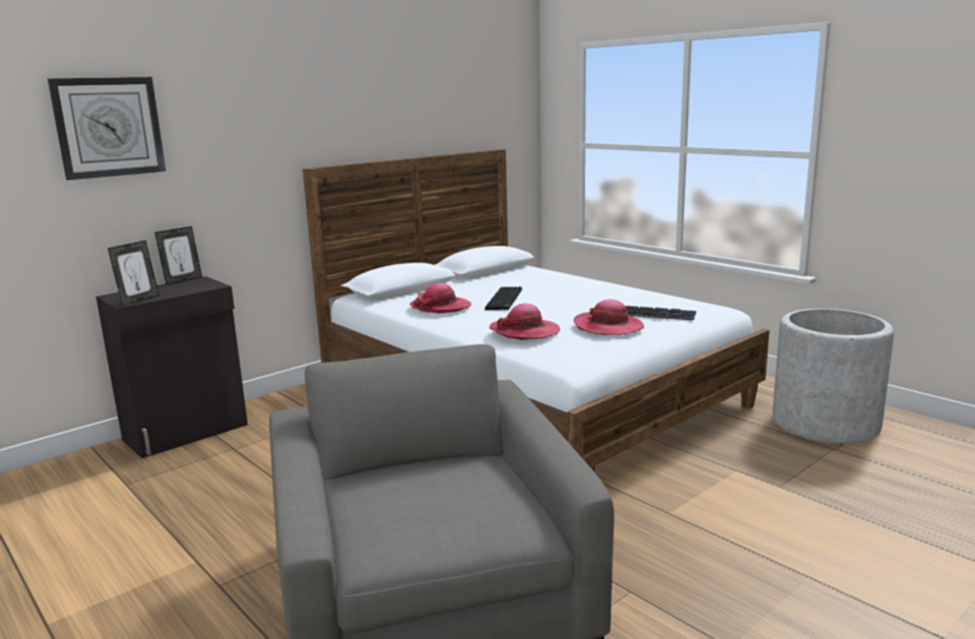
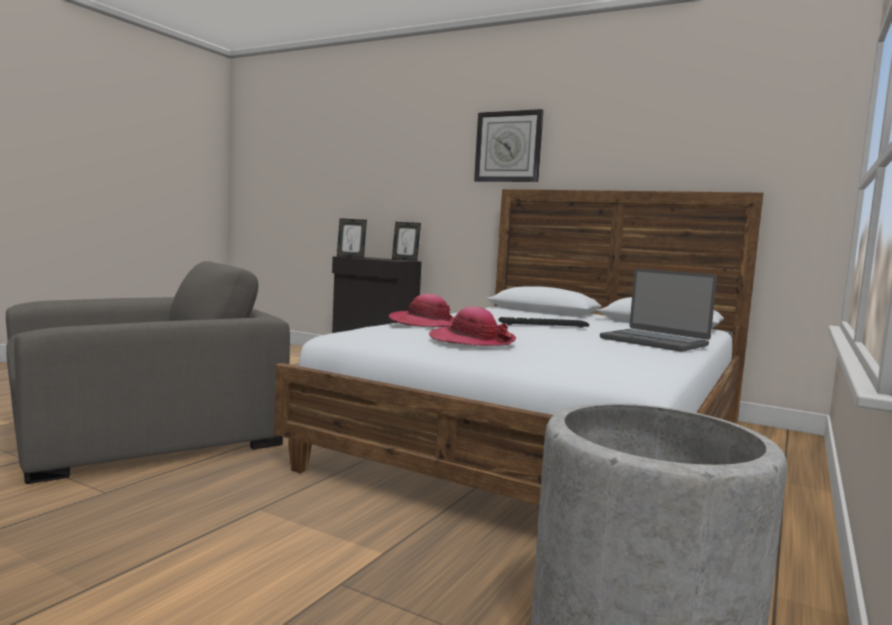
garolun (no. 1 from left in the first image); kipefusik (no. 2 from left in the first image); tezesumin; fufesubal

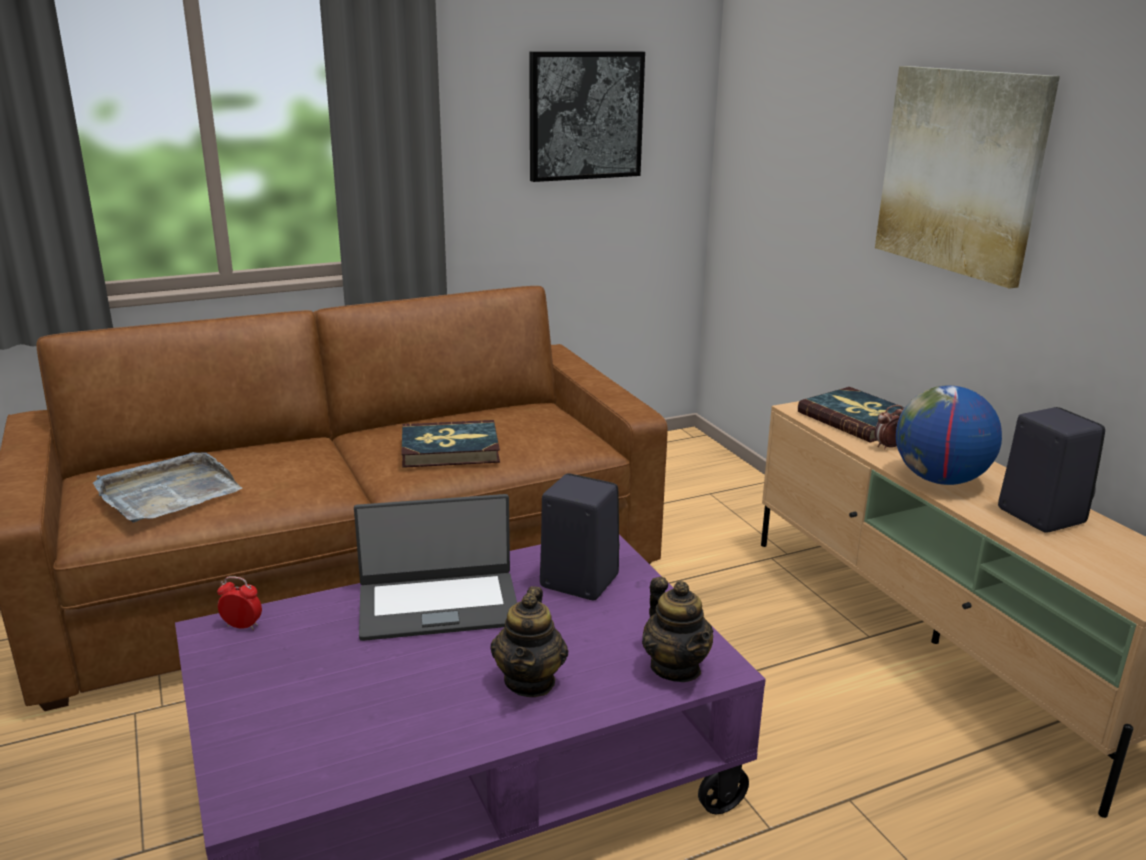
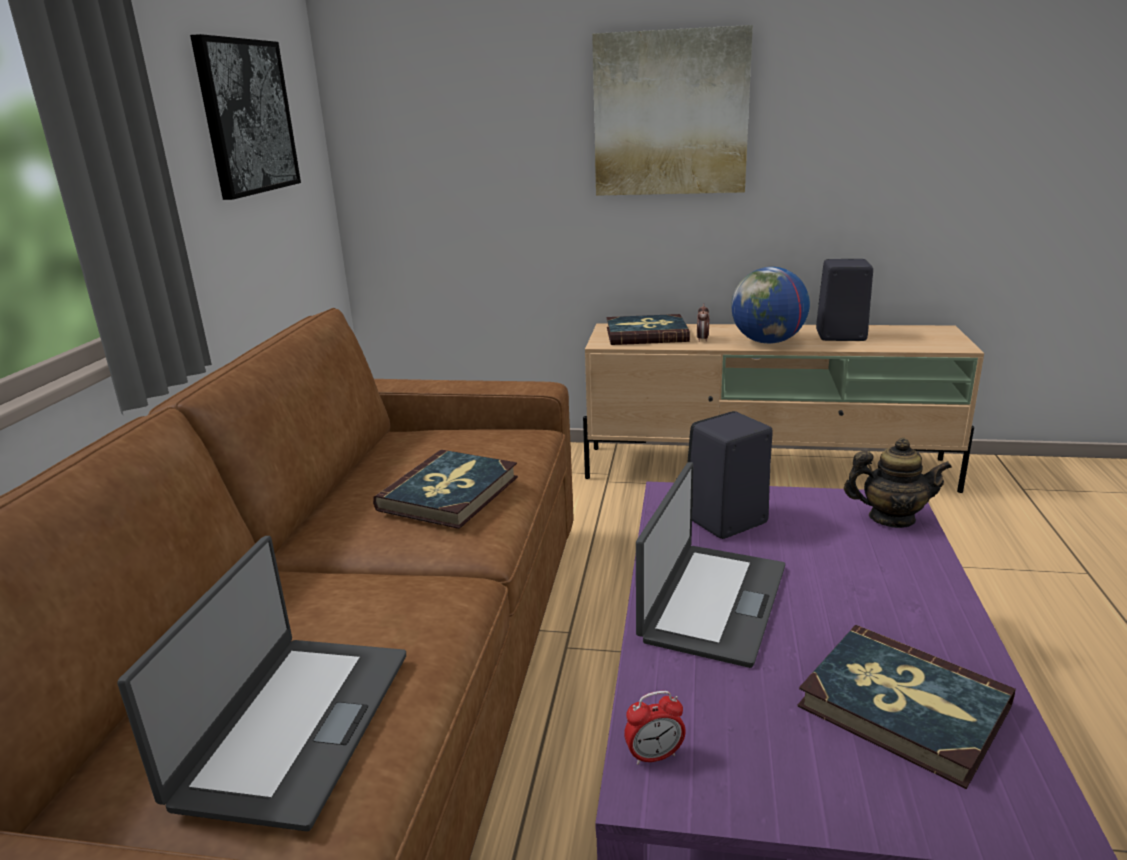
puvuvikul (no. 1 from left in the first image); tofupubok (no. 3 from left); tezesumin (no. 1 from left); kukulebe (no. 1 from left)

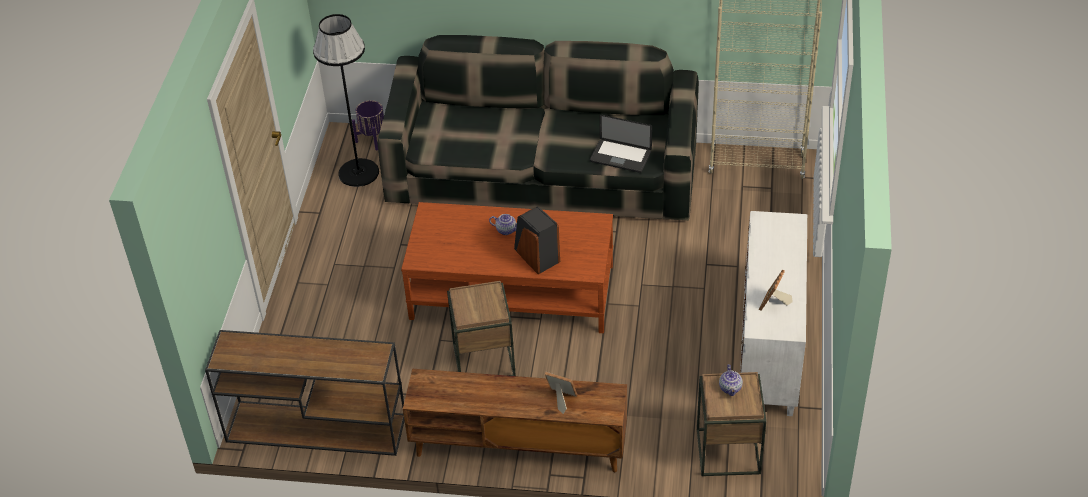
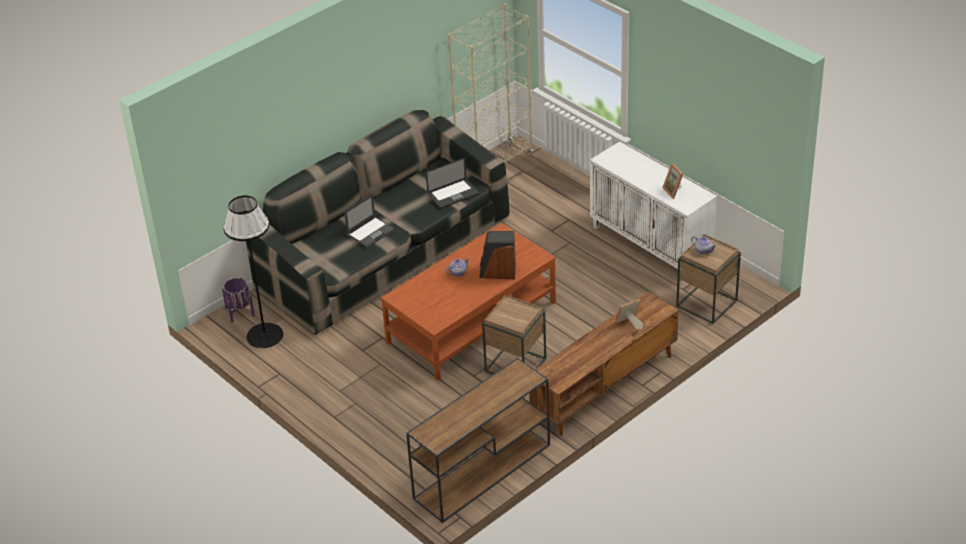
tezesumin (no. 1 from left)

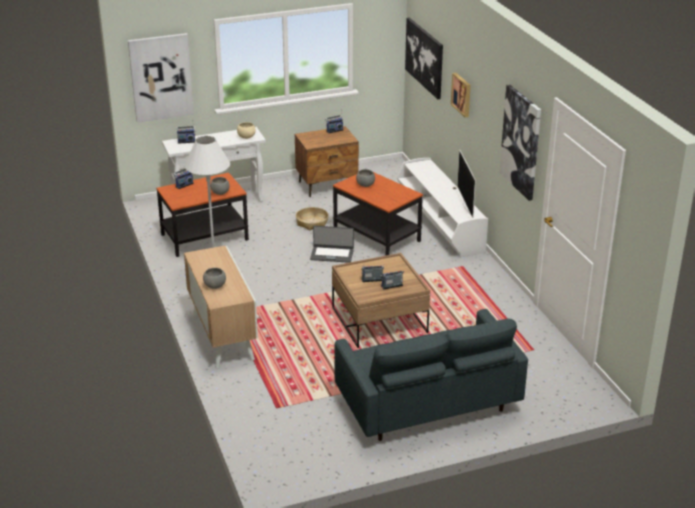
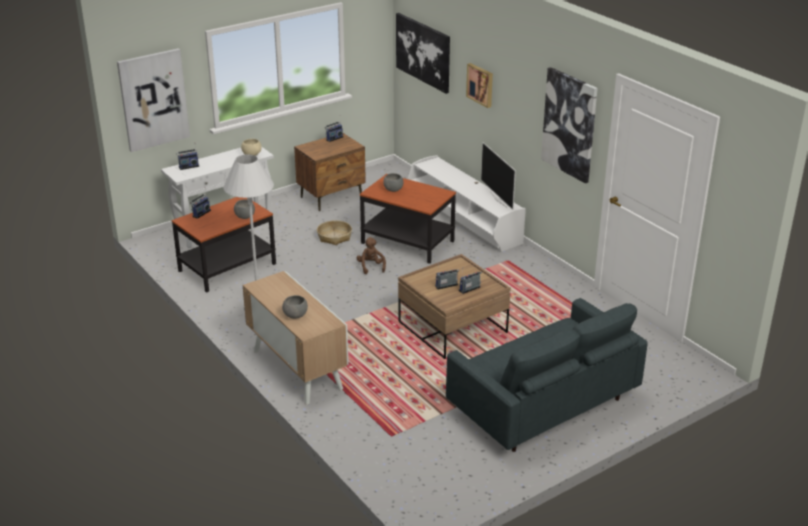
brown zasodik

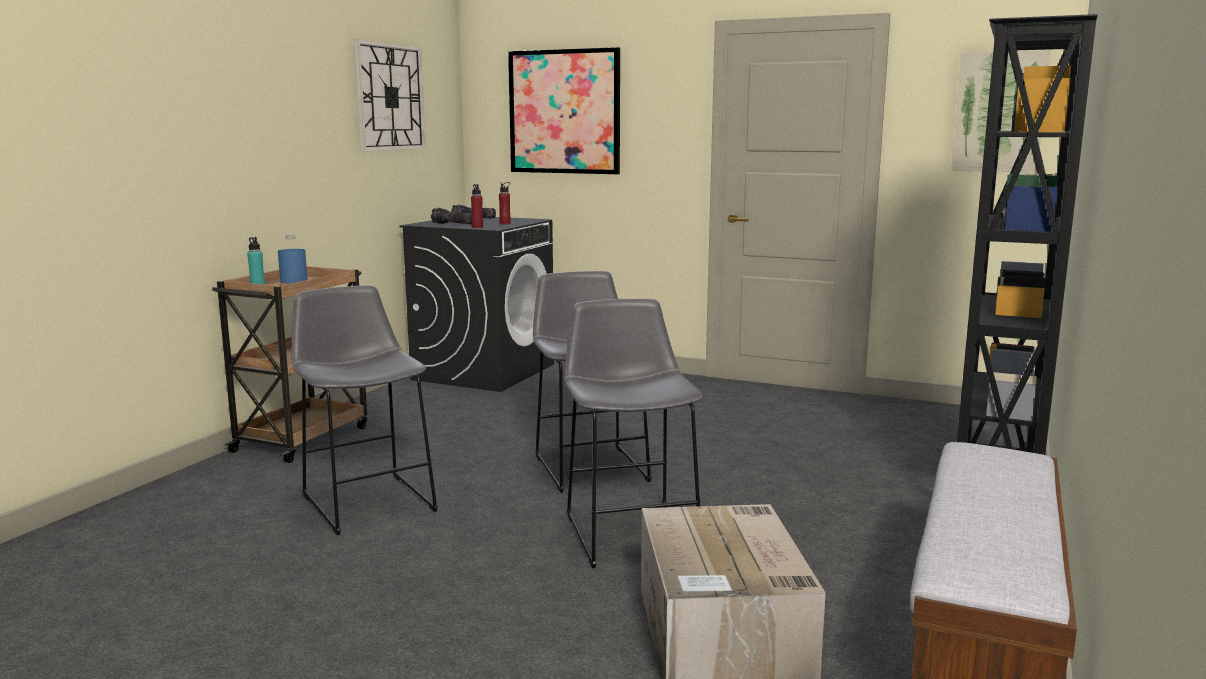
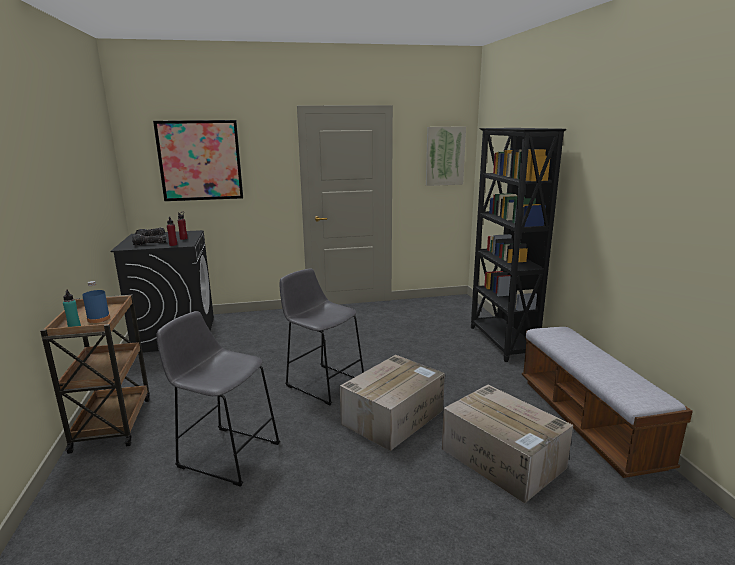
fufesubal; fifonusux (no. 1 from left)

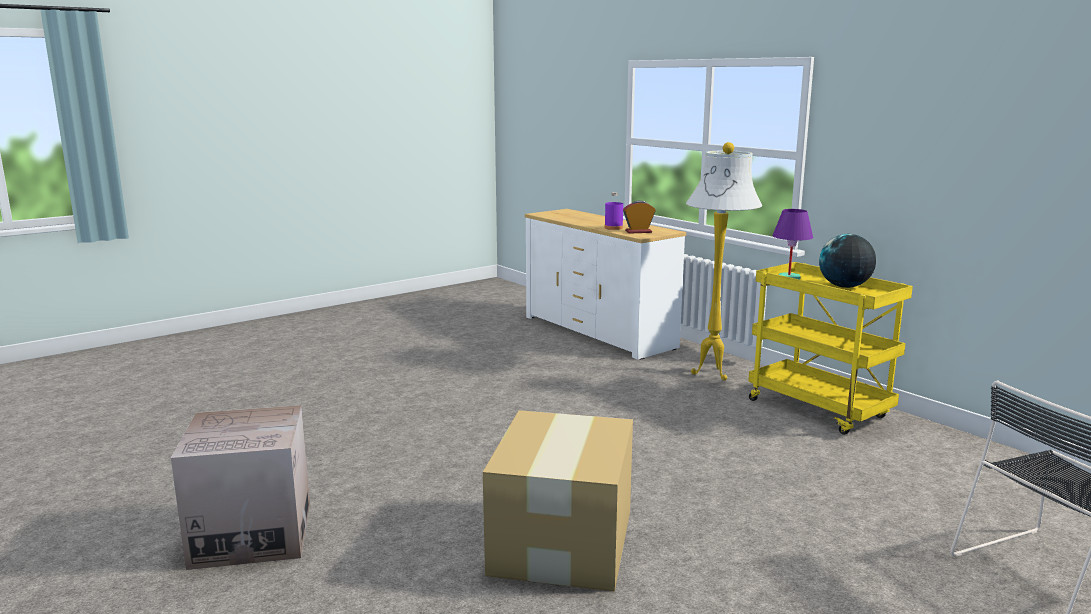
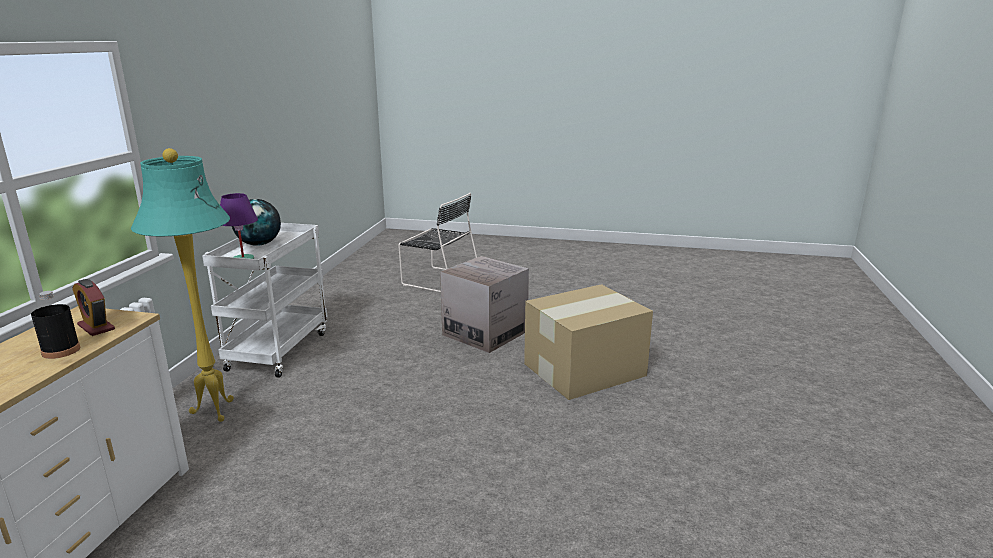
fifonusux (no. 1 from left); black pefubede; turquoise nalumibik; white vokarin

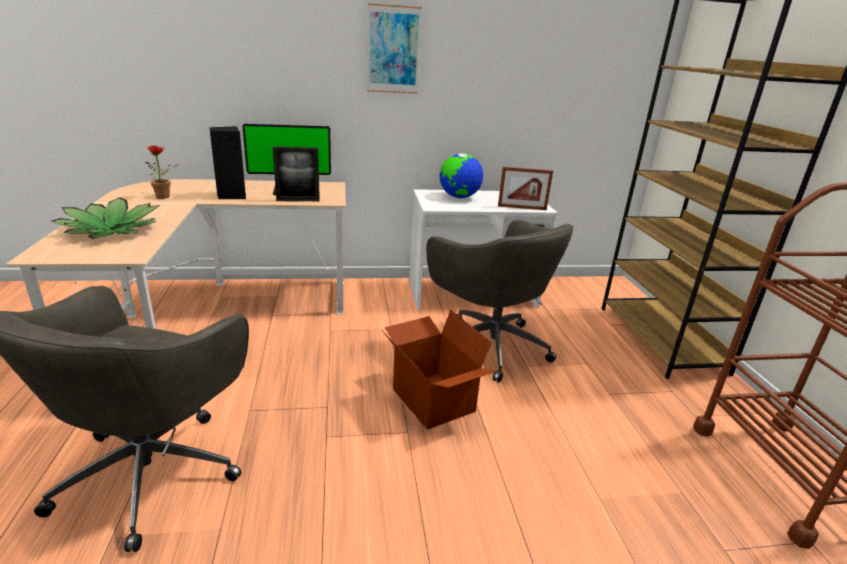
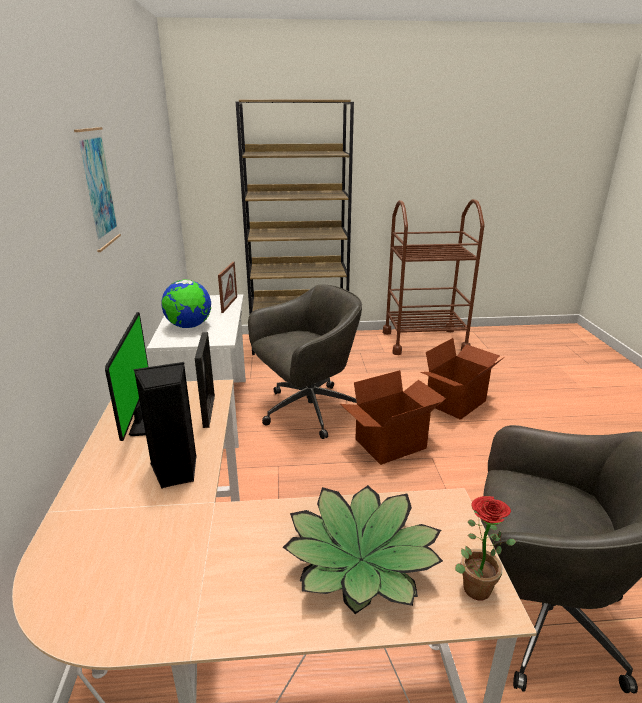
fifonusux (no. 2 from left); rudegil (no. 2 from left)

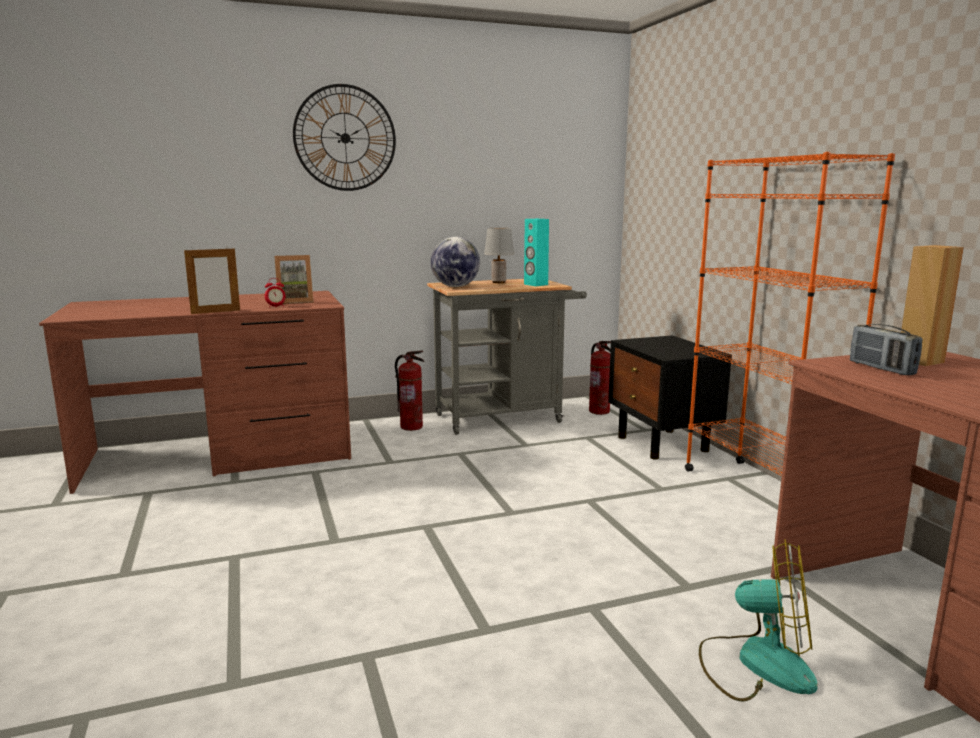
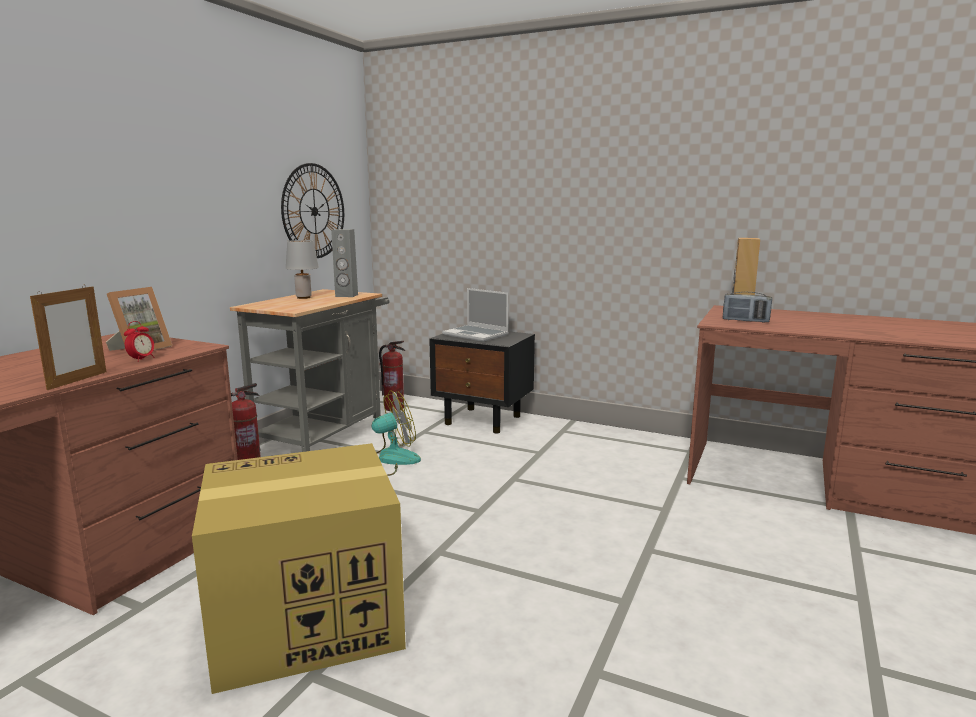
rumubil; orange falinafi; fifonusux; tezesumin; fufesubal; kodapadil; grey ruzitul

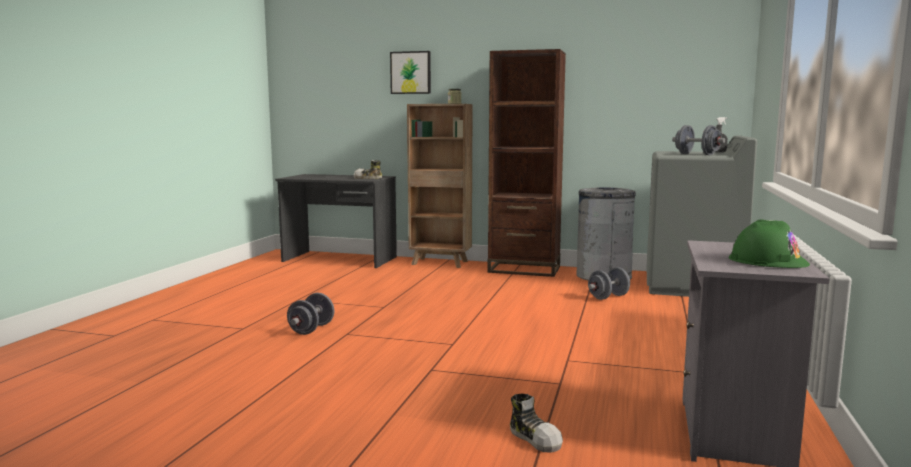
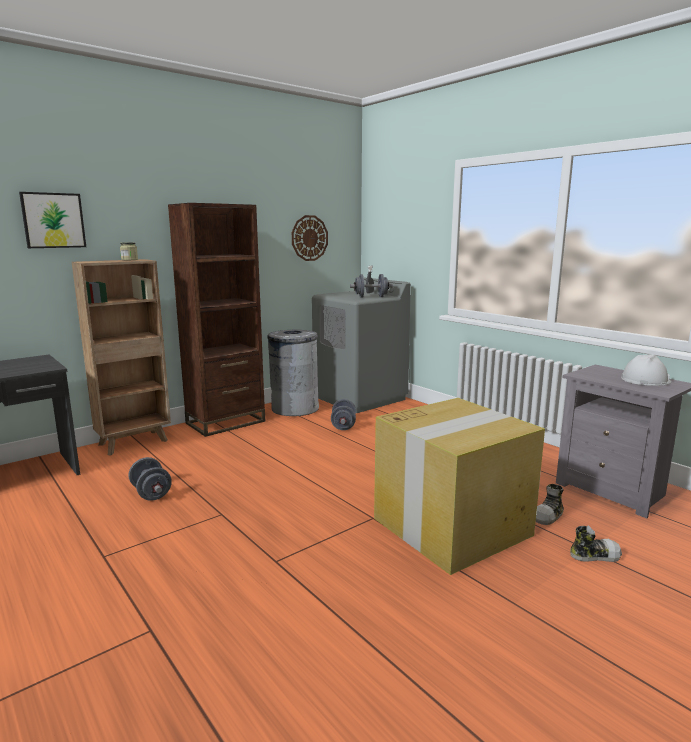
fufesubal; fifonusux; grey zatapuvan (no. 1 from left); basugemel (no. 1 from left); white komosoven

